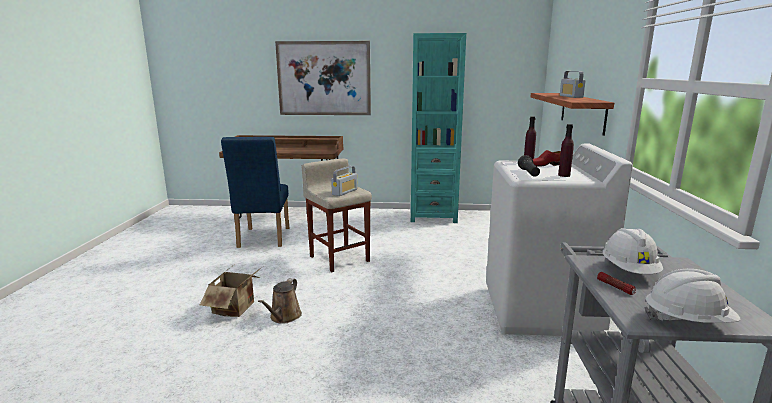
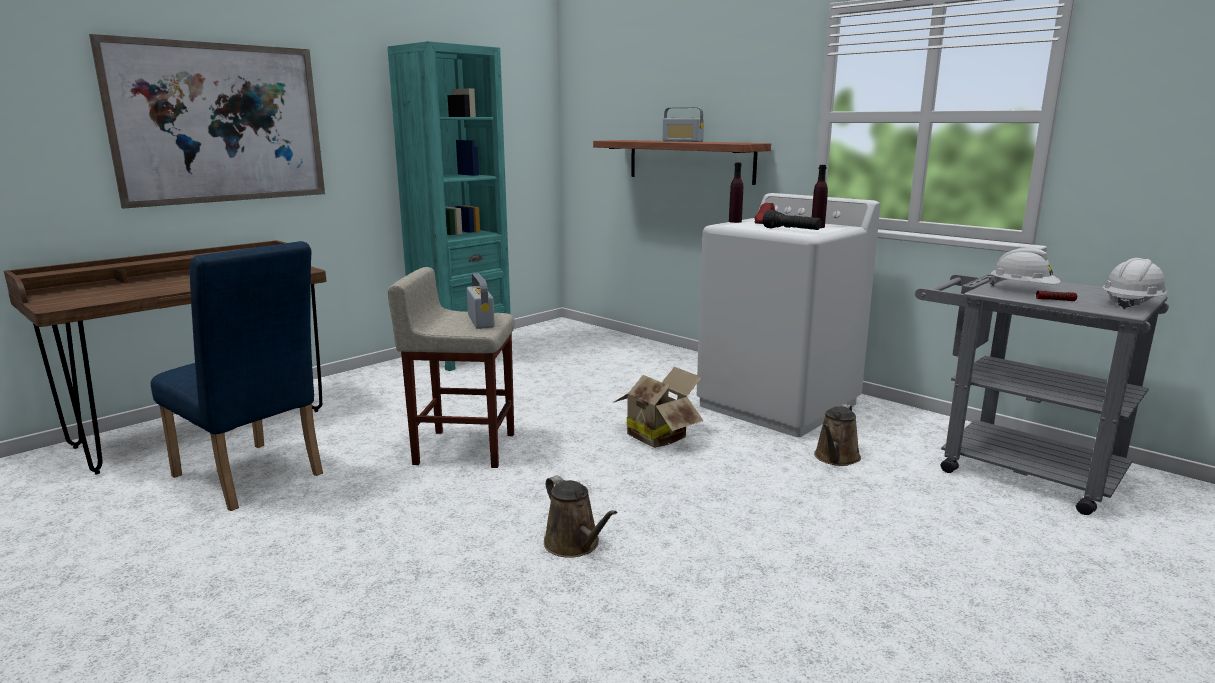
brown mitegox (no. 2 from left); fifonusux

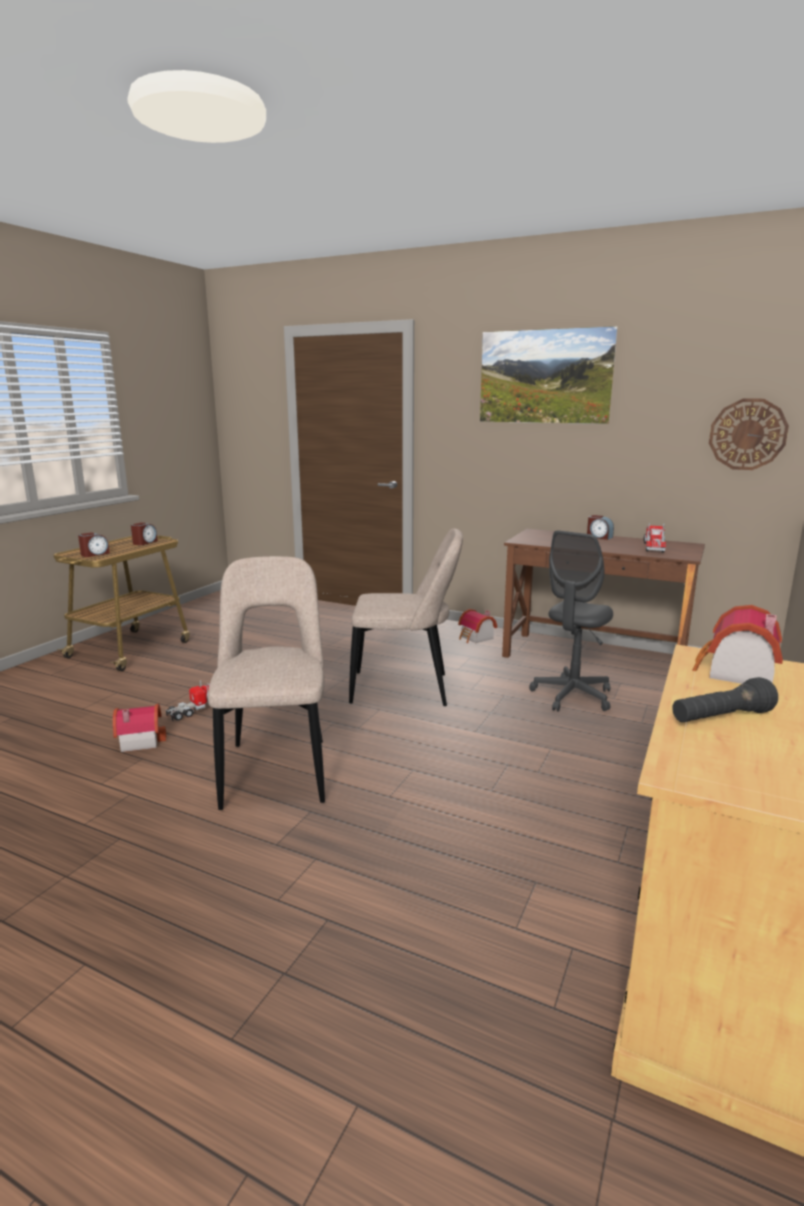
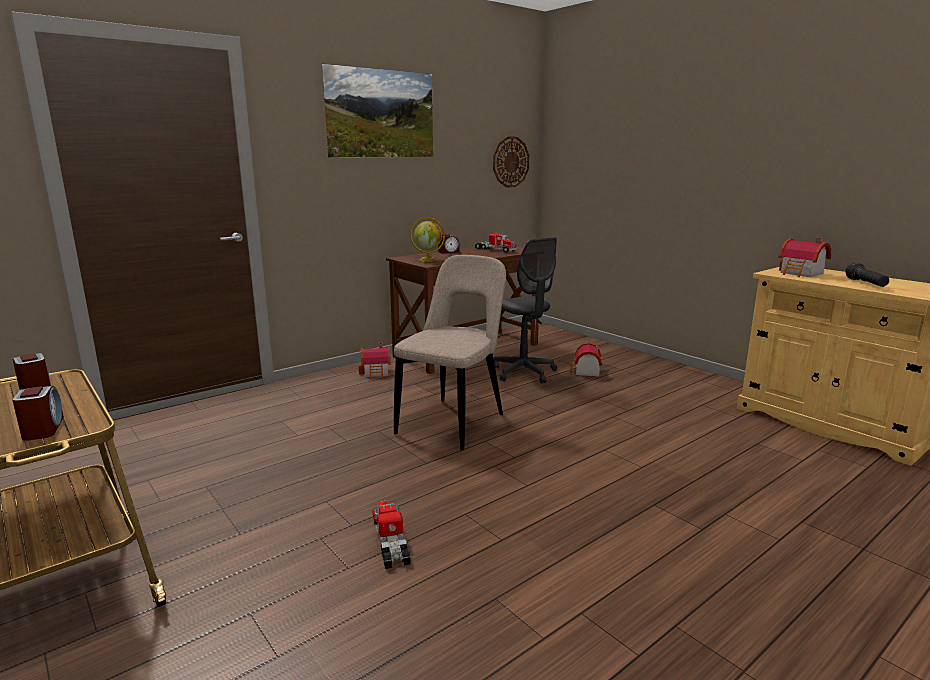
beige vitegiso (no. 1 from left in the first image); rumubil; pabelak (no. 2 from left)

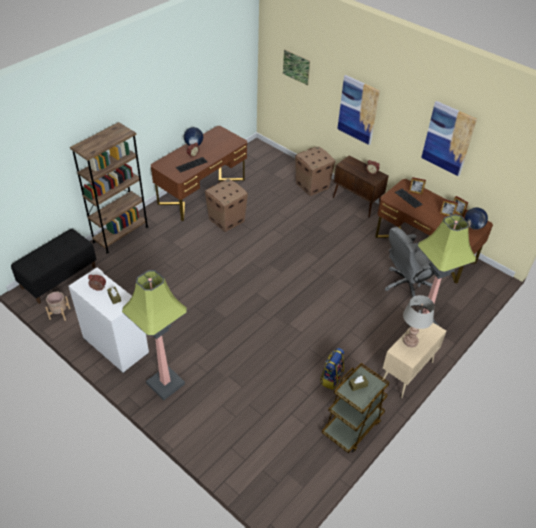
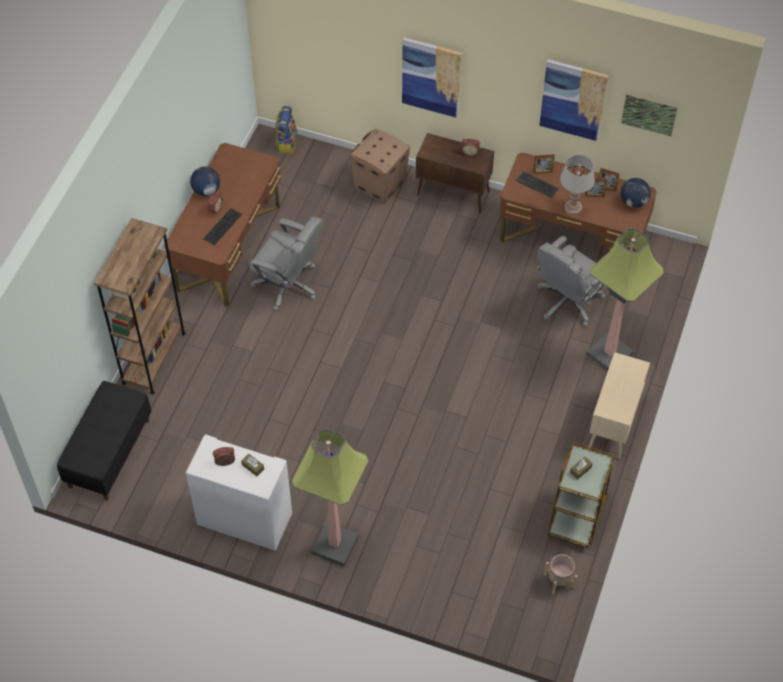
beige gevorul; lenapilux (no. 3 from left); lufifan; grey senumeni; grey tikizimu (no. 1 from left)

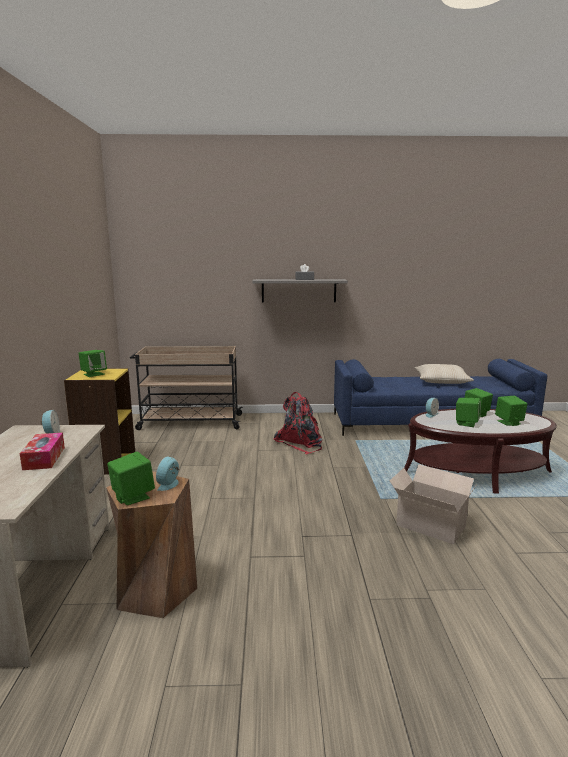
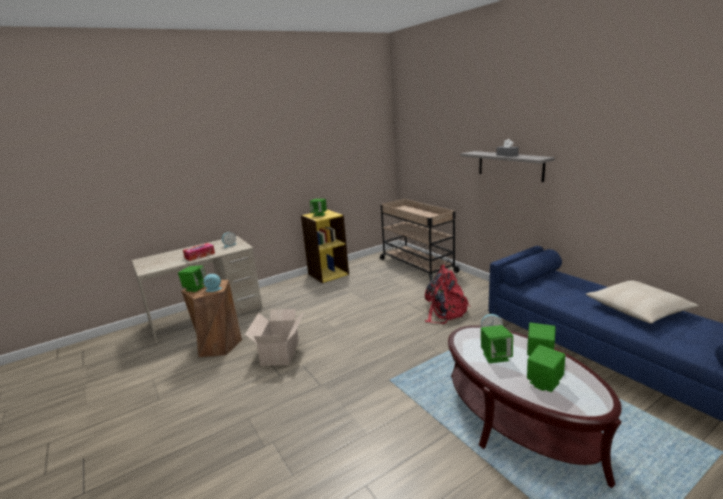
fifonusux

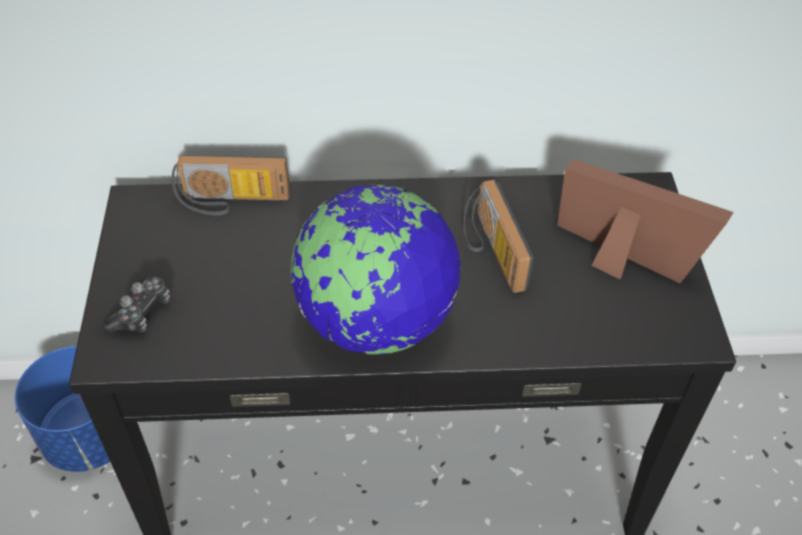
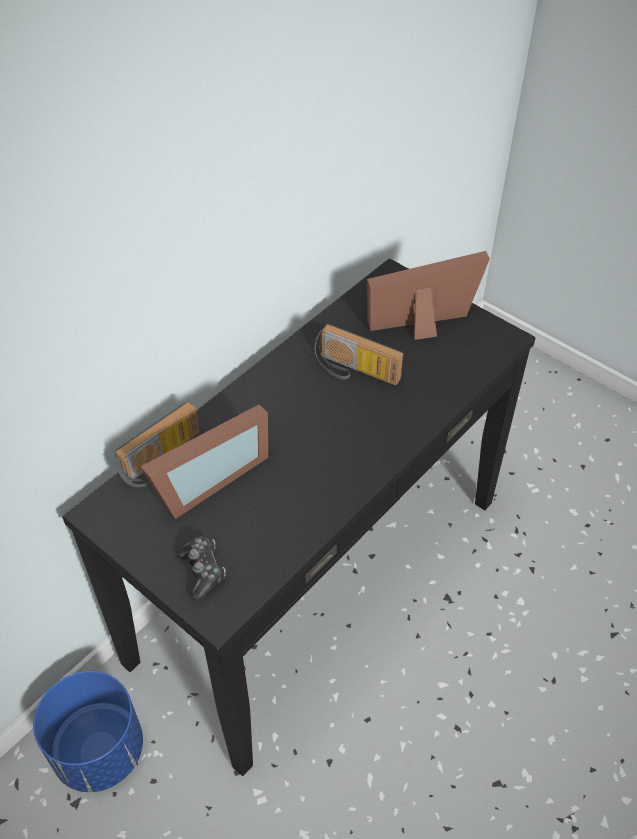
rumubil; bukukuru (no. 1 from left)

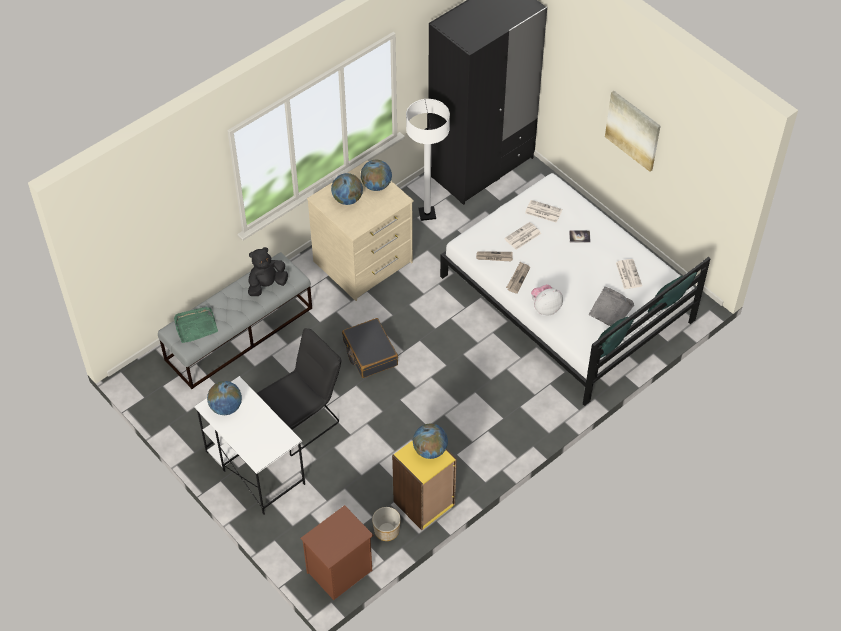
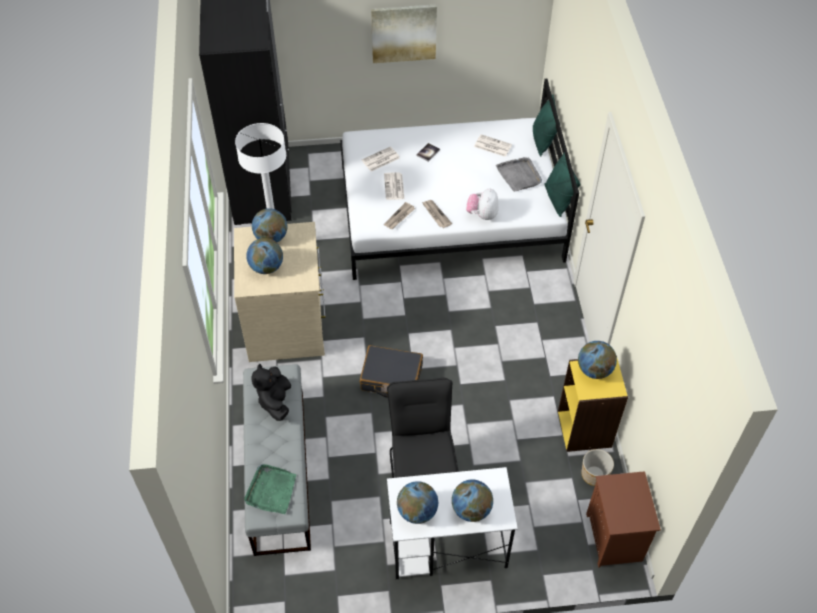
rumubil (no. 4 from left)

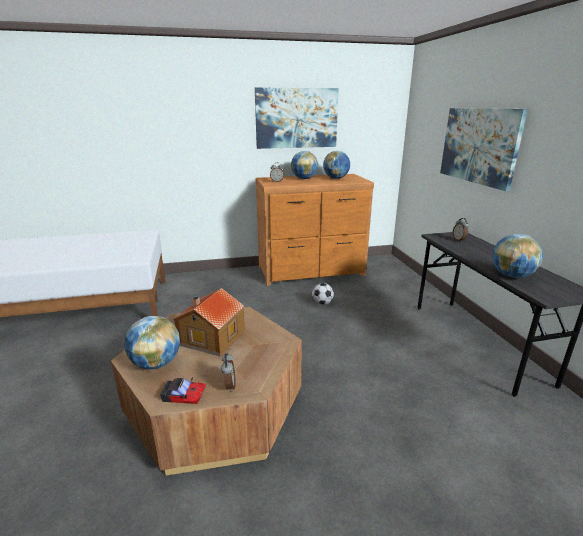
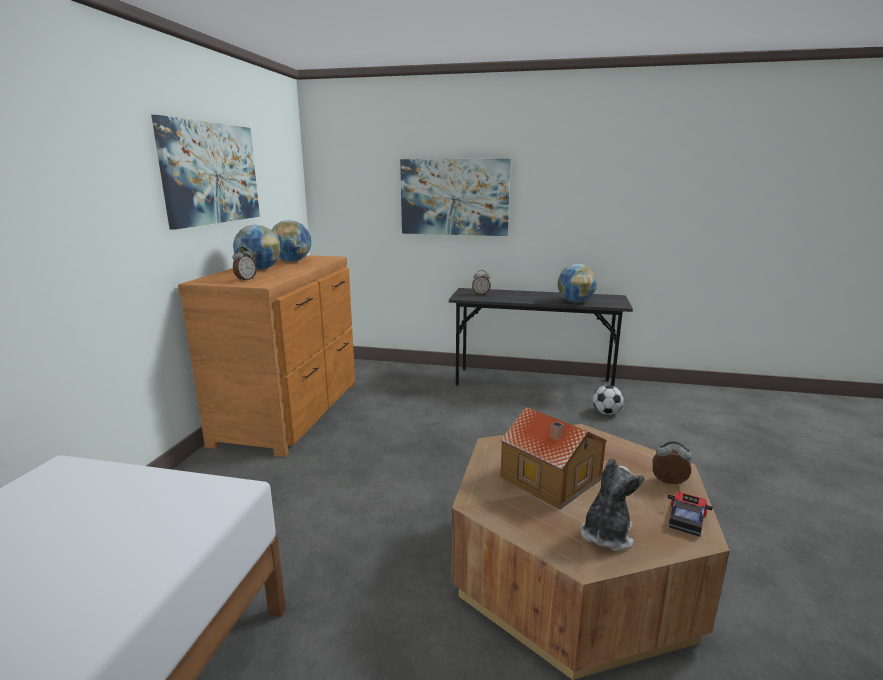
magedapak; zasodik

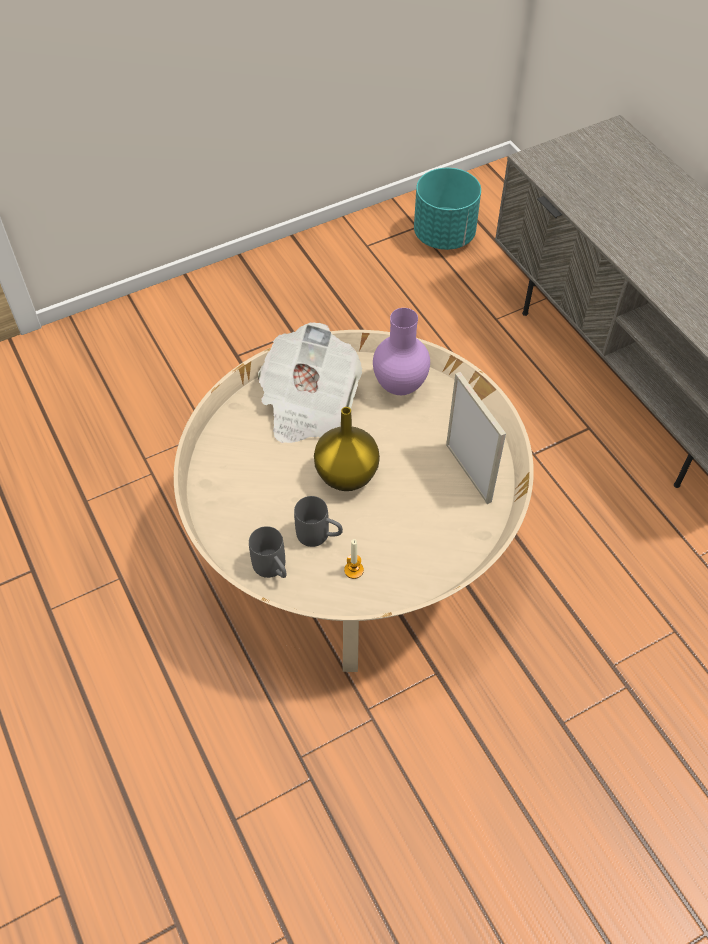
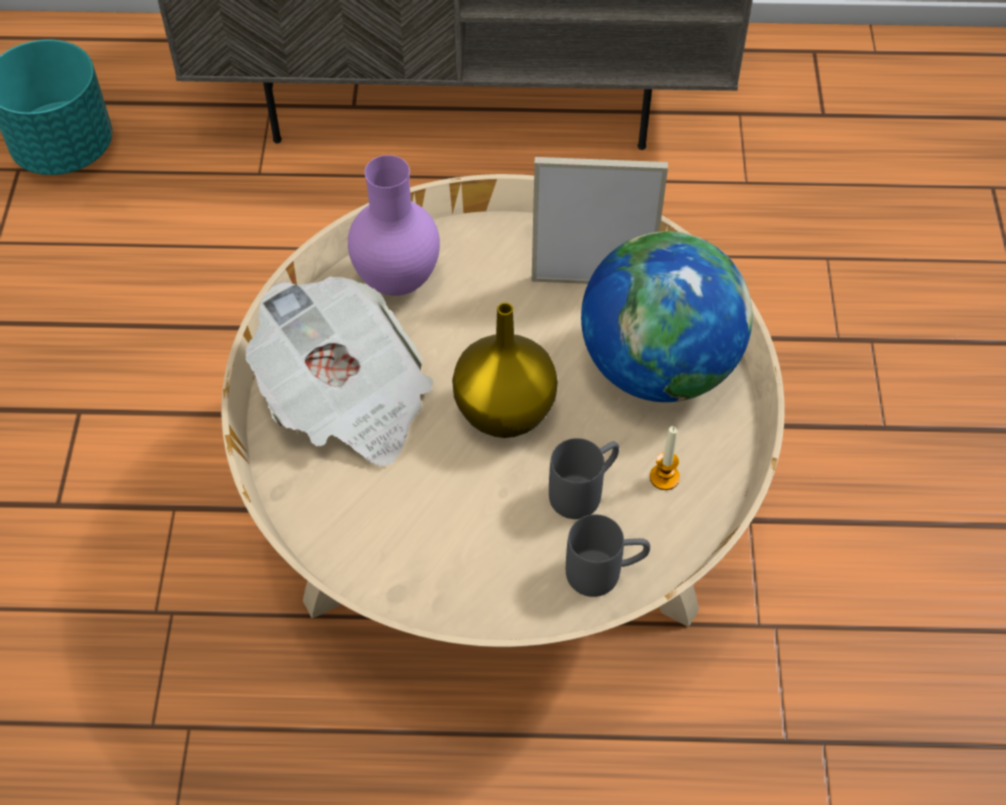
rumubil

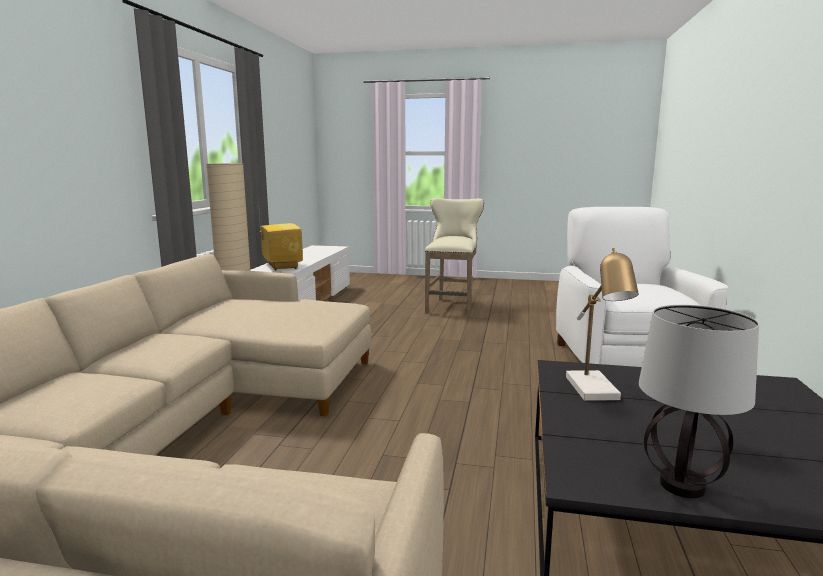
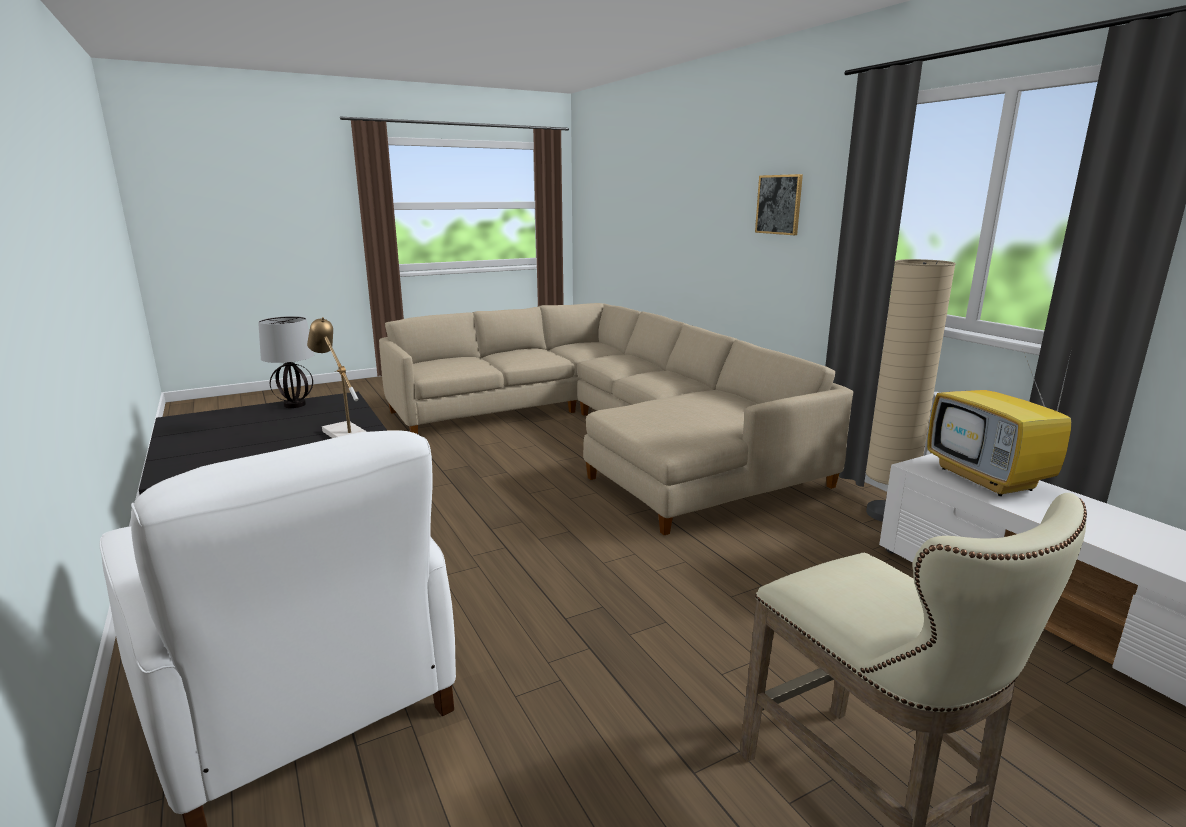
lenapilux; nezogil

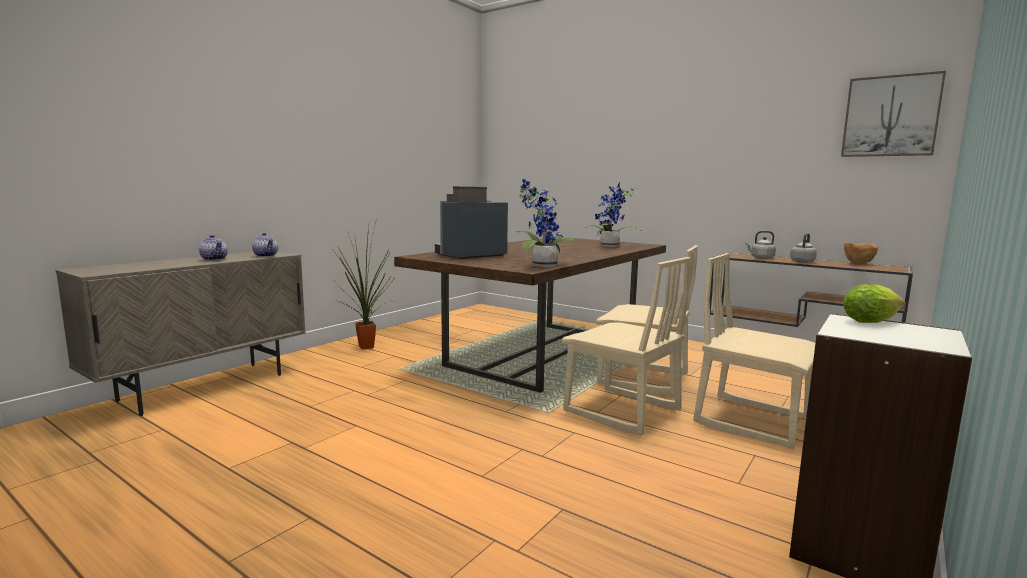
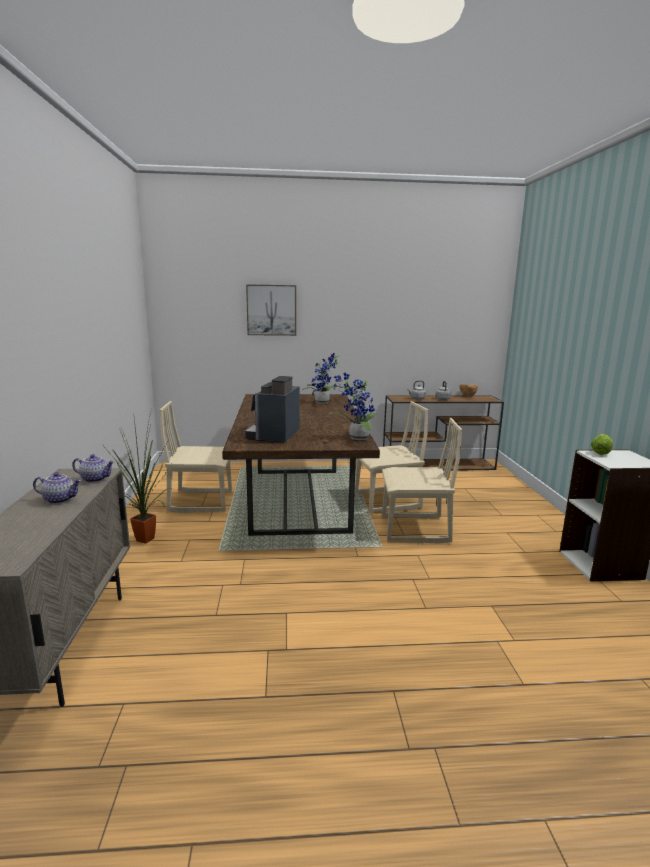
beige vitegiso (no. 1 from left); lenapilux

